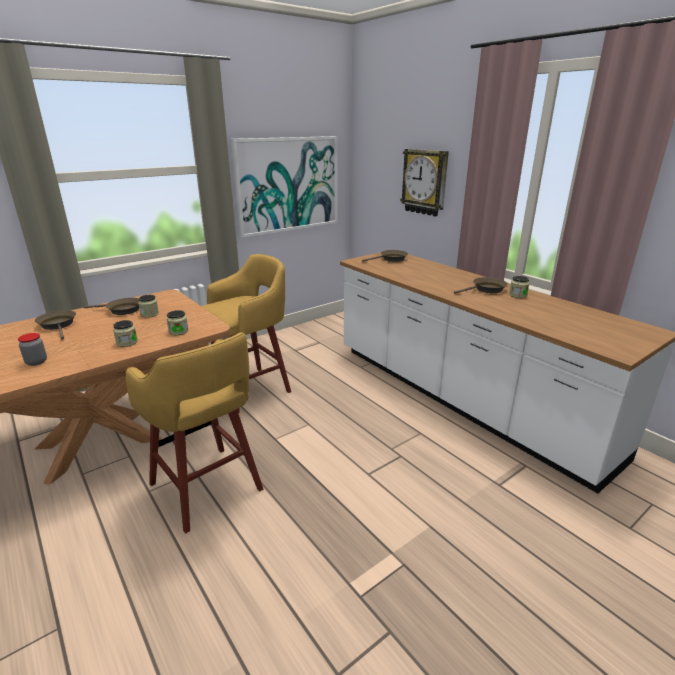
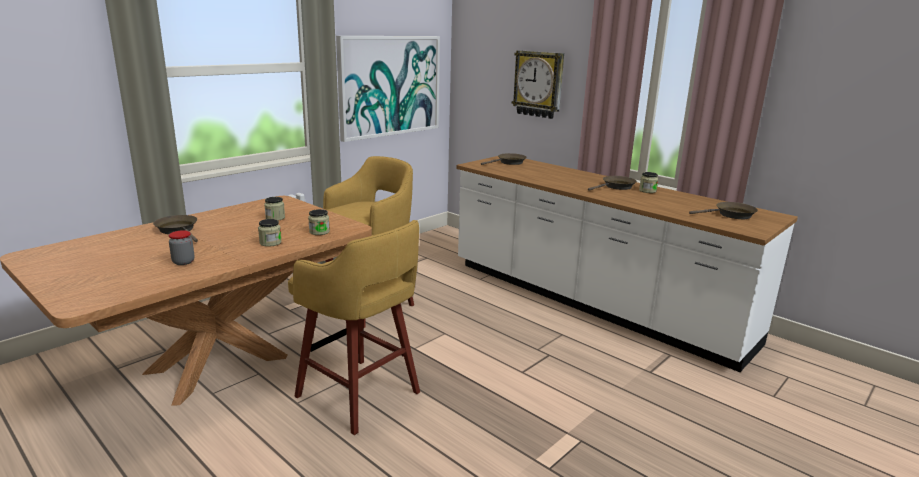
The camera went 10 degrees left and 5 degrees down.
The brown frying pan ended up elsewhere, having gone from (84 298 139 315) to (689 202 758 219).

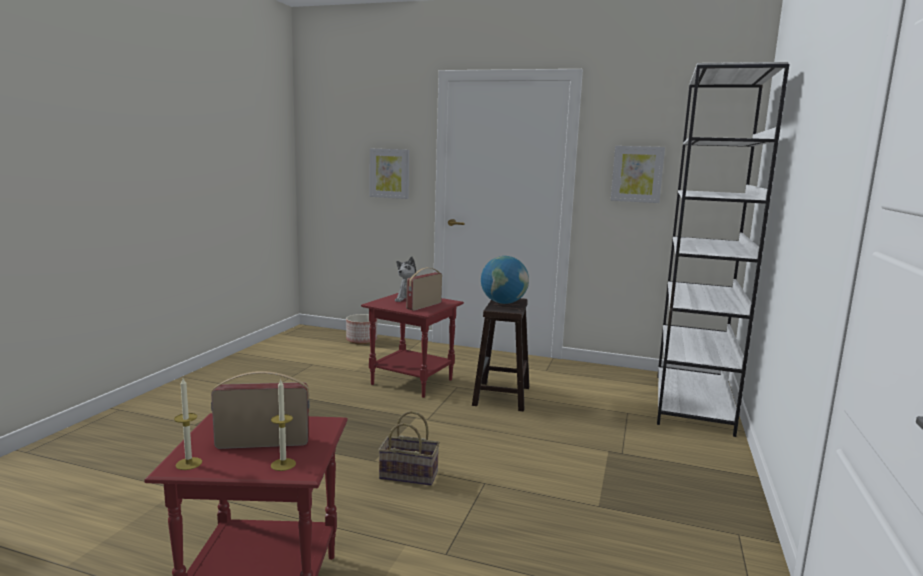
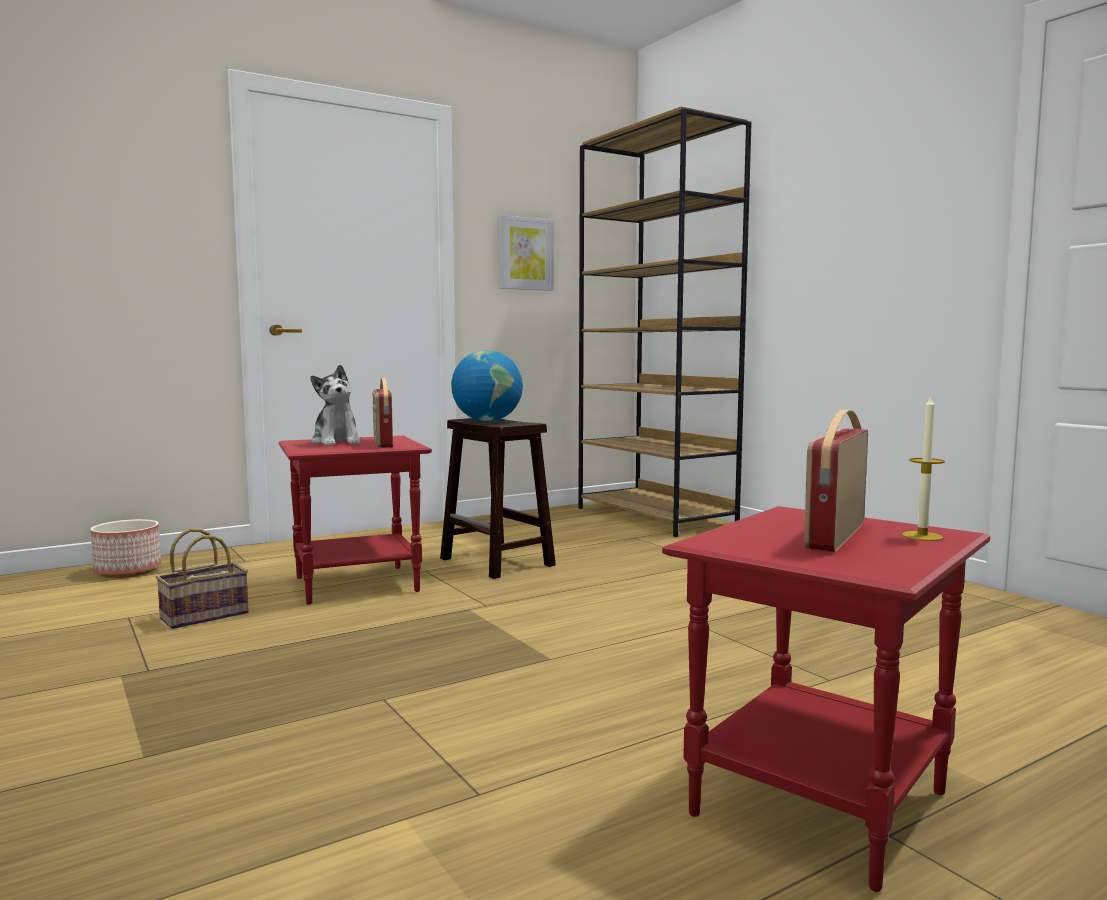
The camera went 50 degrees left and 5 degrees down.
What was the white bookcase at (657 62 789 437) turned into the brown bookcase at (578 106 752 537).
The second view lost the picture at (370 149 409 199).
The second view lost the candle at (174 378 202 470).
The basket ended up elsewhere, having gone from (378 411 440 486) to (156 528 249 629).

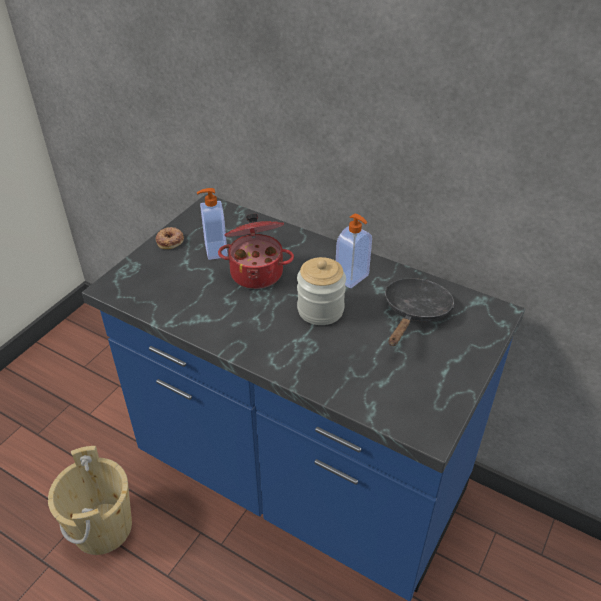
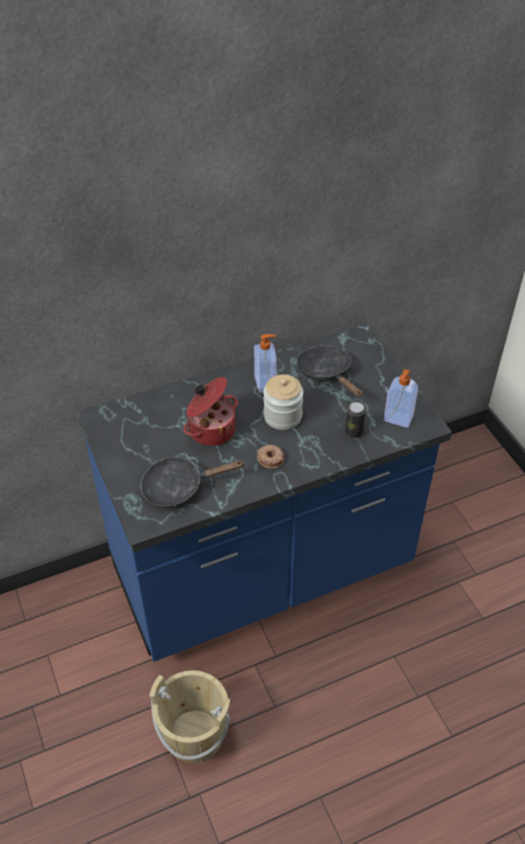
The camera went 55 degrees left and 5 degrees up.
The soap dispenser ended up elsewhere, having gone from (197 188 228 260) to (384 369 418 428).
The donut ended up elsewhere, having gone from (156 227 184 249) to (257 445 284 469).
The second view gained the can at (345 402 366 438).
The second view gained the black frying pan at (141 457 246 508).

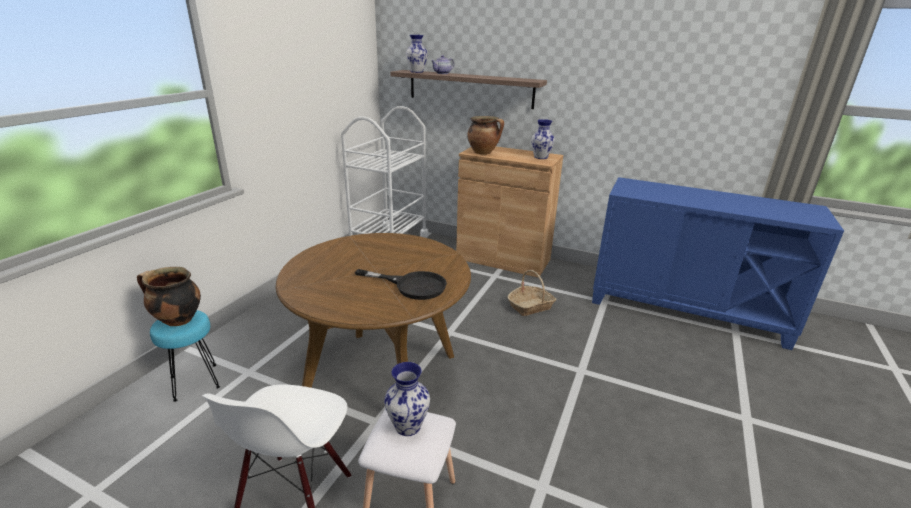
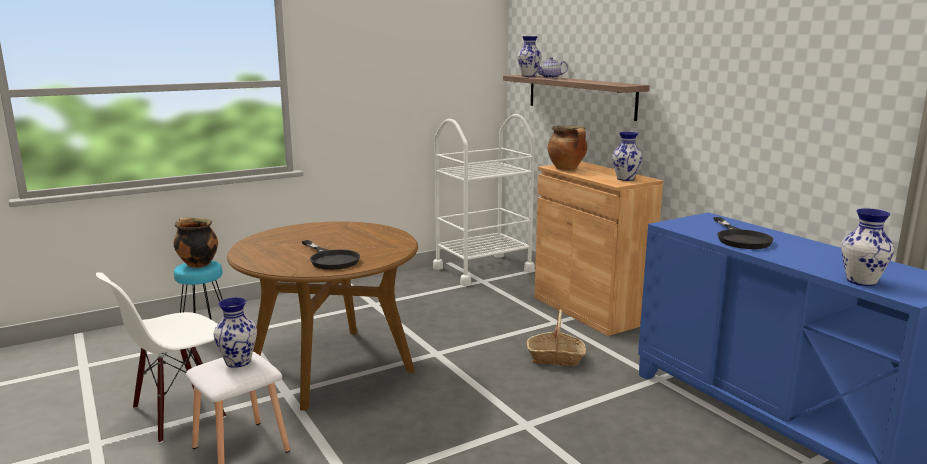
The camera went 35 degrees right and 10 degrees down.
The second view gained the vase at (841 208 894 286).
The second view gained the black frying pan at (714 217 773 249).

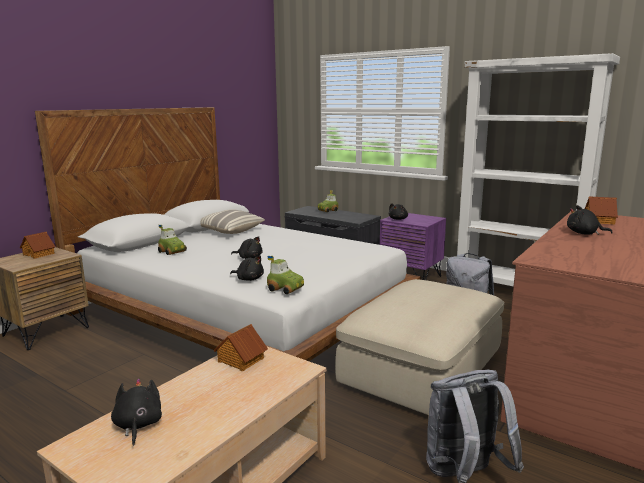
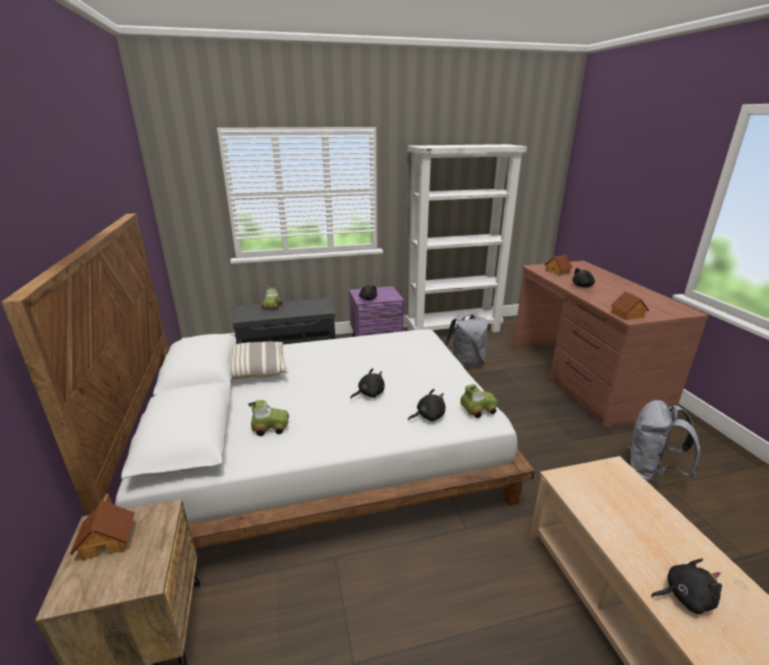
The camera went 50 degrees left and 10 degrees up.
The second view lost the beige ottoman at (335 279 504 415).
The toy house ended up elsewhere, having gone from (213 324 268 371) to (610 291 649 320).
The black plush toy at (111 378 162 446) ended up facing another way, 150 degrees clockwise from before.

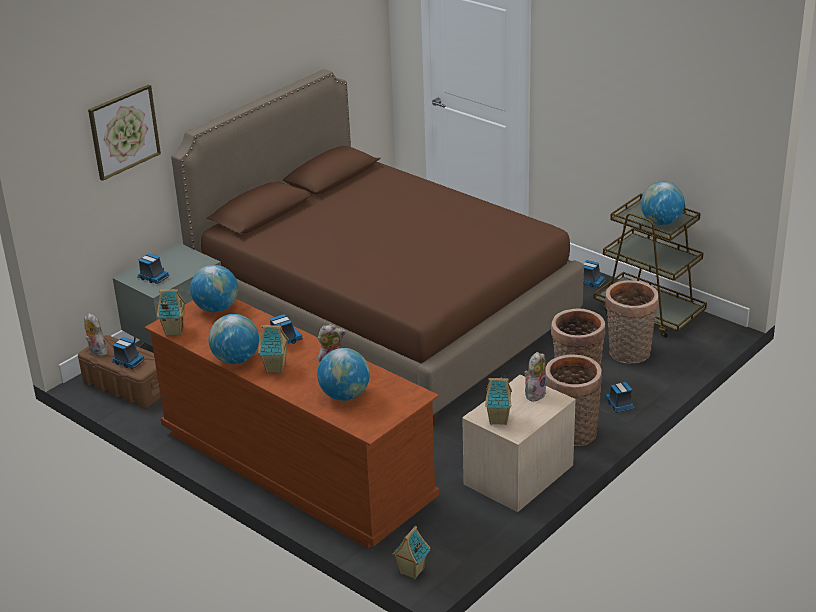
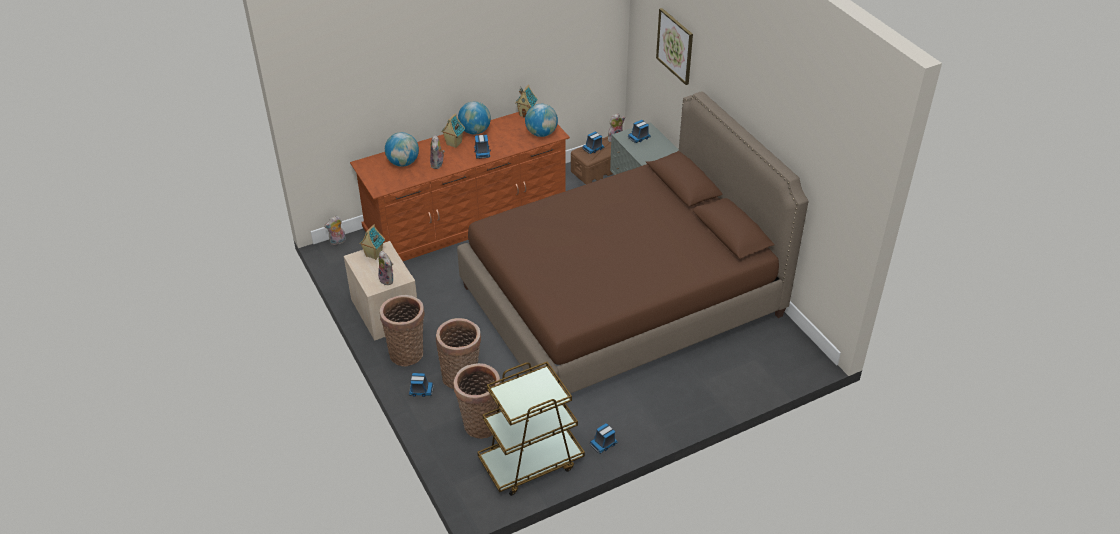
The camera went 110 degrees right and 10 degrees up.
The second view lost the globe at (641 182 685 225).
Where the toy house stood at (392 526 430 580), the plush toy came to stand at (324 216 346 245).

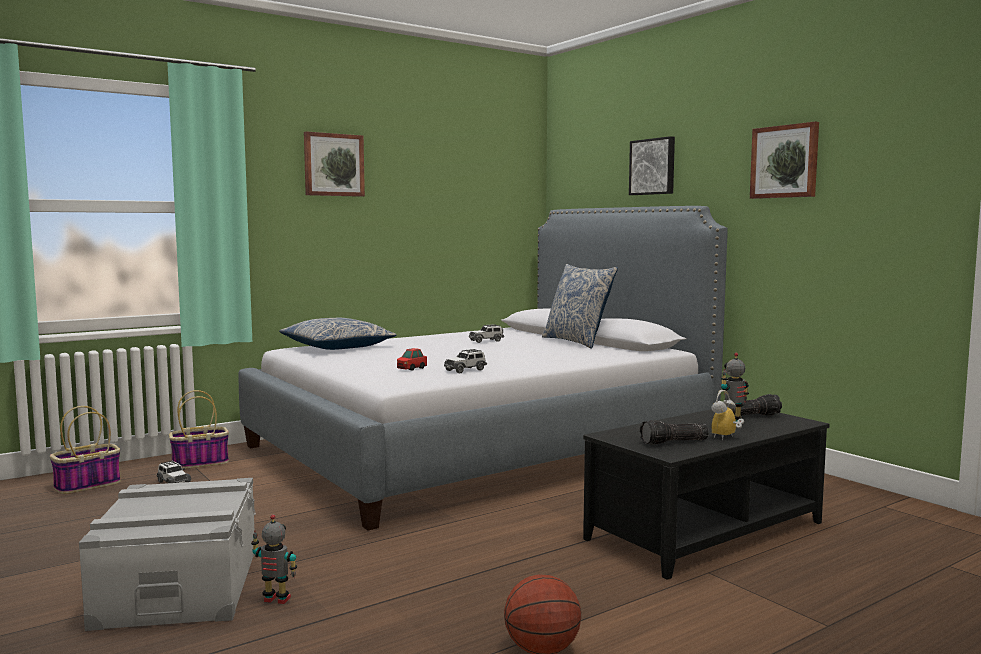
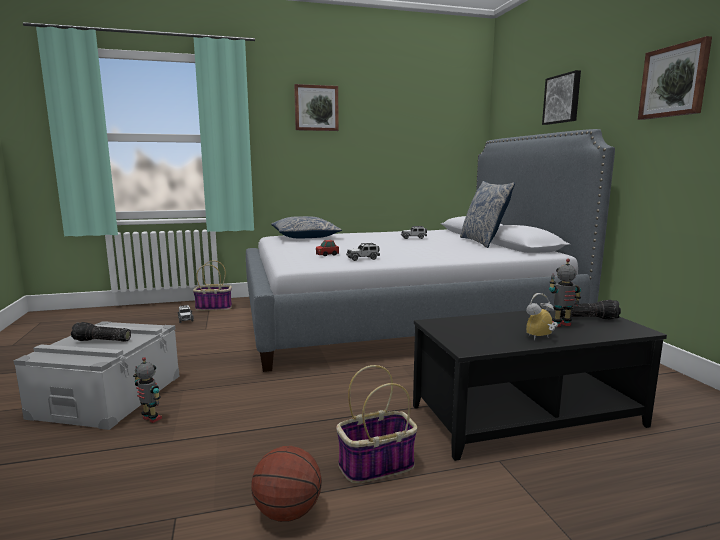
The camera went 20 degrees right and 5 degrees up.
The basket ended up elsewhere, having gone from (50 406 121 494) to (336 365 417 484).
The flashlight ended up elsewhere, having gone from (640 420 709 445) to (71 322 131 342).

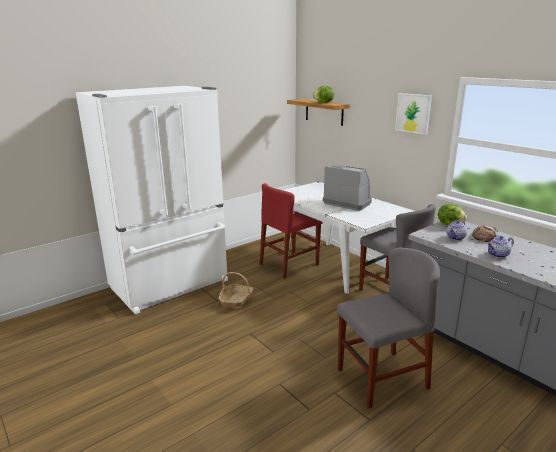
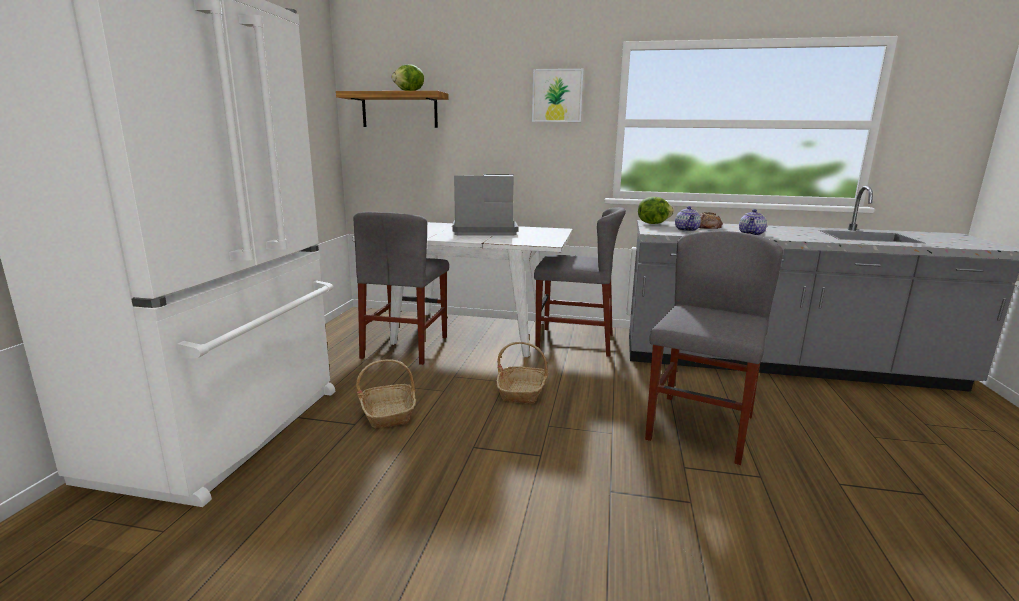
The camera went 40 degrees left and 5 degrees down.
What was the red chair at (260 183 323 279) turned into the grey chair at (354 212 449 365).
The second view gained the basket at (497 342 549 404).

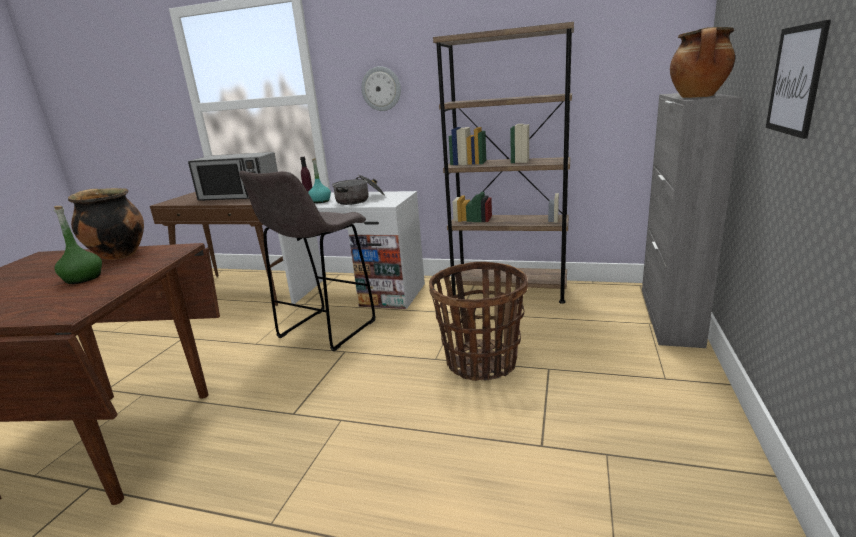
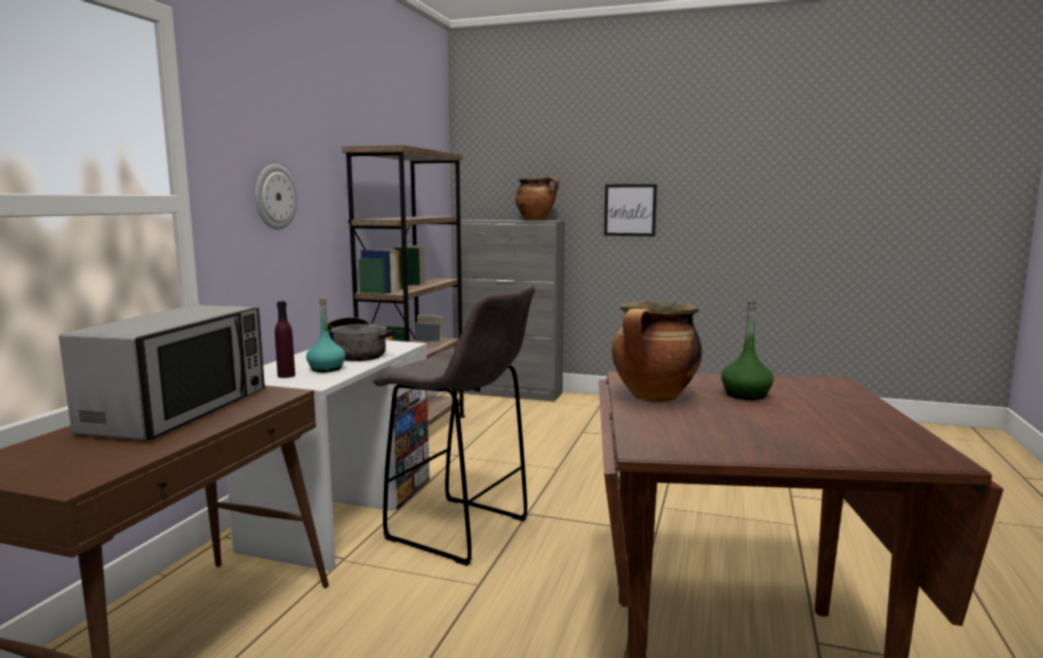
The camera went 90 degrees left and 10 degrees down.
The second view lost the basket at (429 262 528 381).

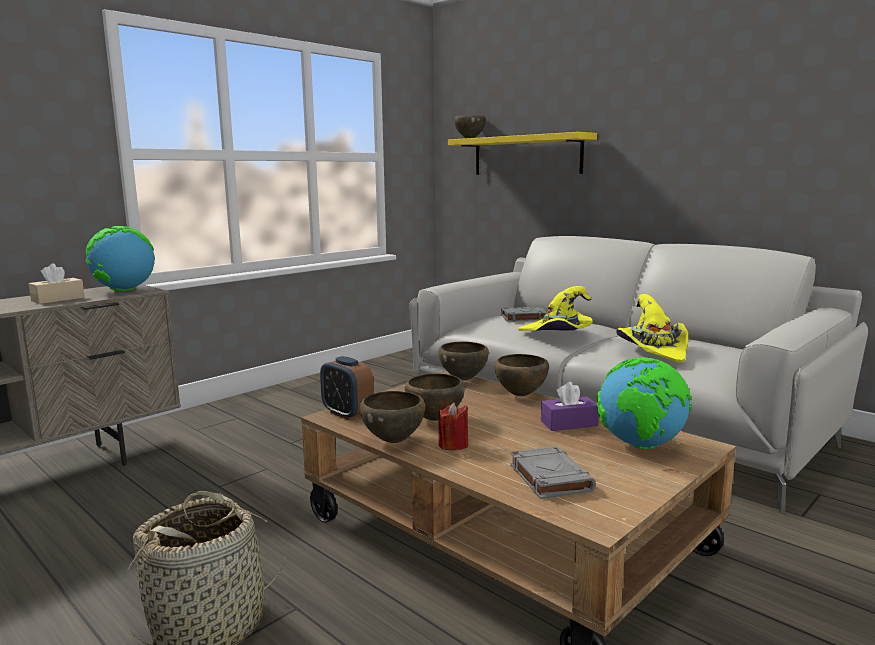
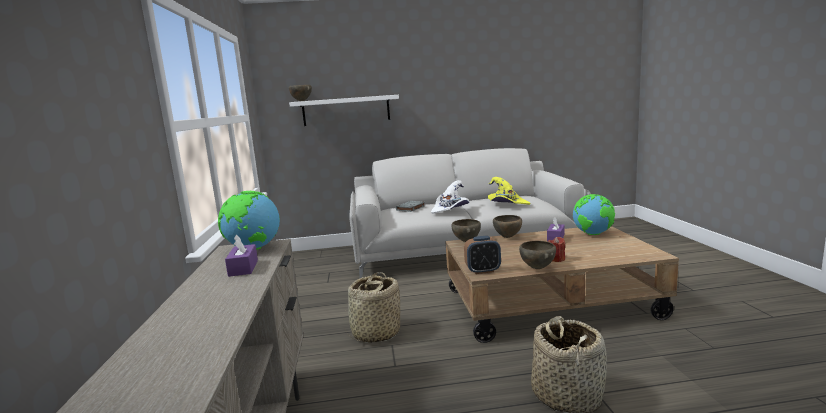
The camera went 50 degrees left and 0 degrees up.
What was the yellow shelf at (448 132 597 175) turned into the white shelf at (289 95 399 126).
What was the beige tissue box at (29 263 85 304) turned into the purple tissue box at (225 235 258 277).
What was the yellow hat at (518 286 593 331) turned into the white hat at (431 180 469 214).
The second view lost the brown bowl at (405 373 465 421).
The second view lost the grey book at (510 446 596 499).
The second view gained the basket at (344 272 400 343).

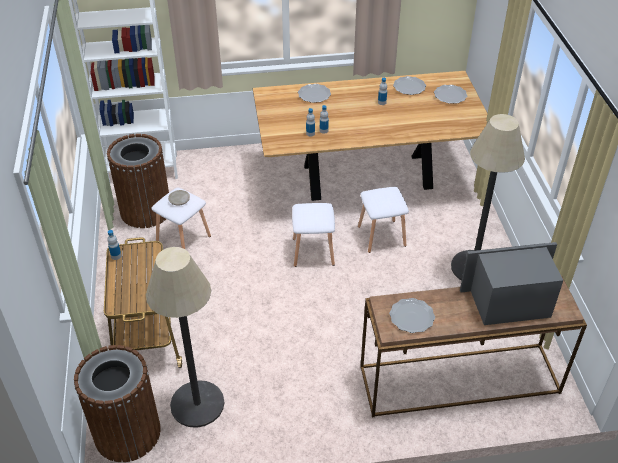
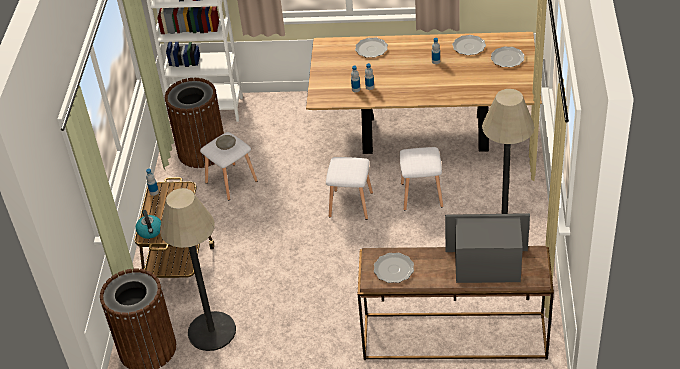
The camera went 15 degrees right and 0 degrees up.
The second view gained the kettle at (135 210 161 239).

